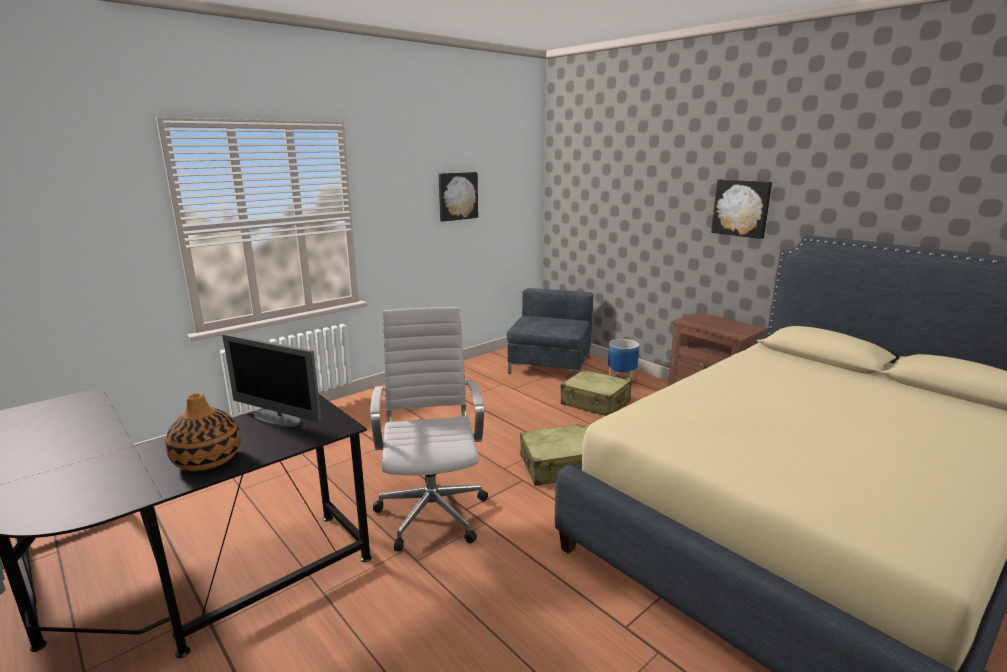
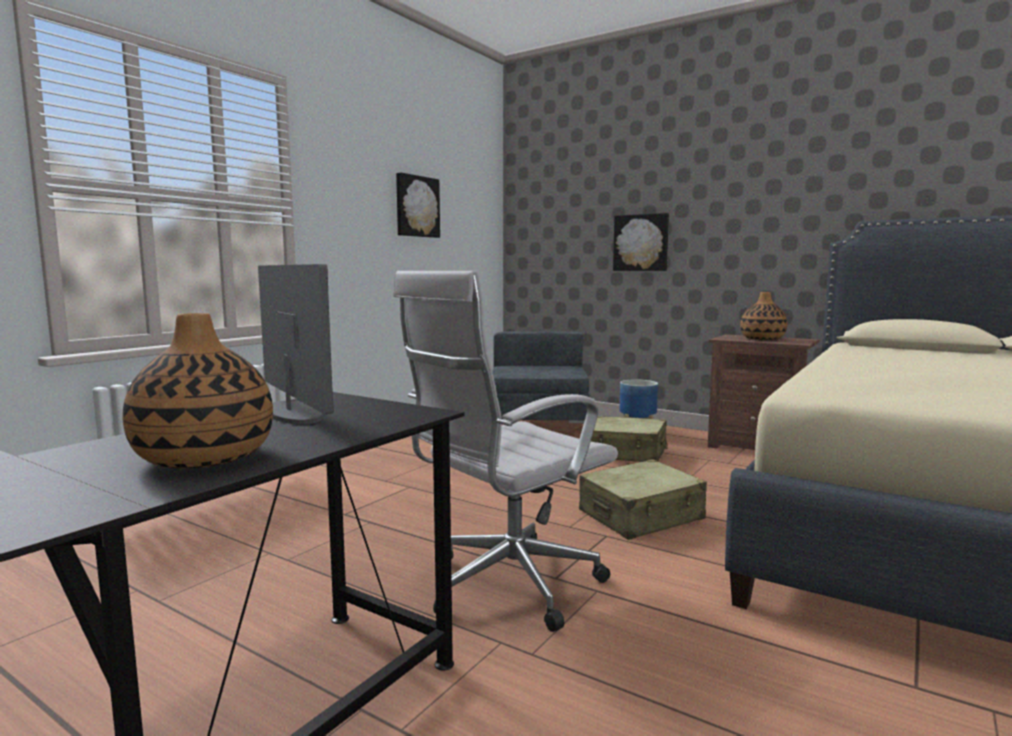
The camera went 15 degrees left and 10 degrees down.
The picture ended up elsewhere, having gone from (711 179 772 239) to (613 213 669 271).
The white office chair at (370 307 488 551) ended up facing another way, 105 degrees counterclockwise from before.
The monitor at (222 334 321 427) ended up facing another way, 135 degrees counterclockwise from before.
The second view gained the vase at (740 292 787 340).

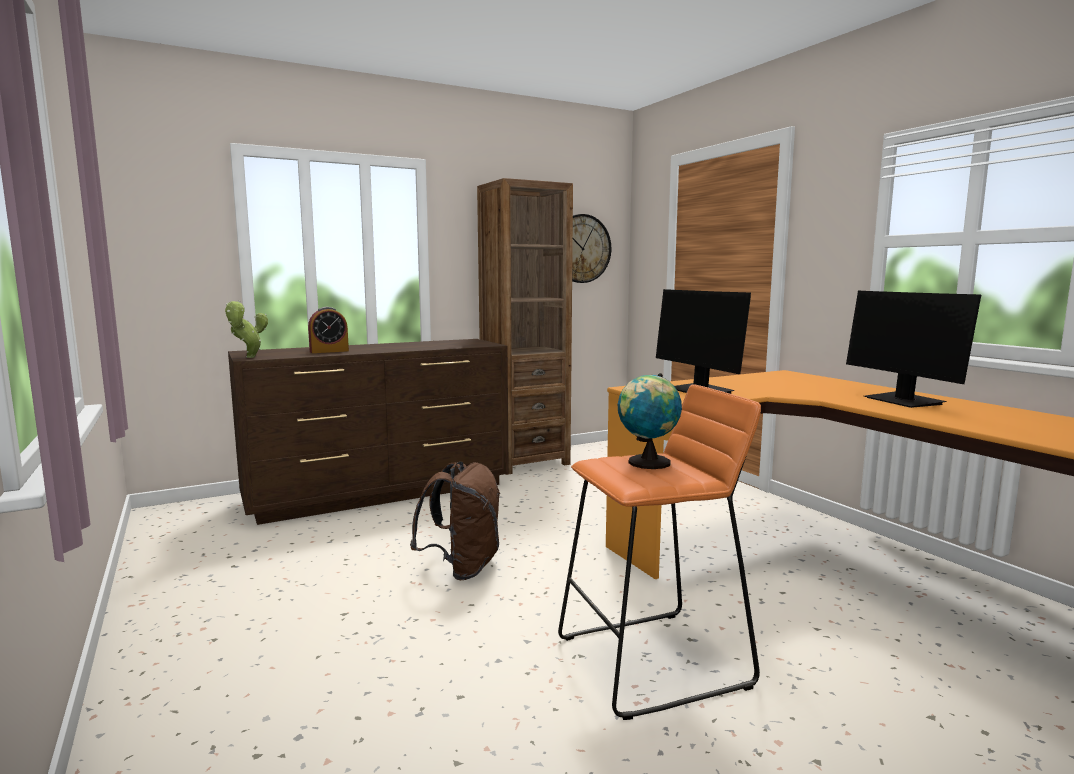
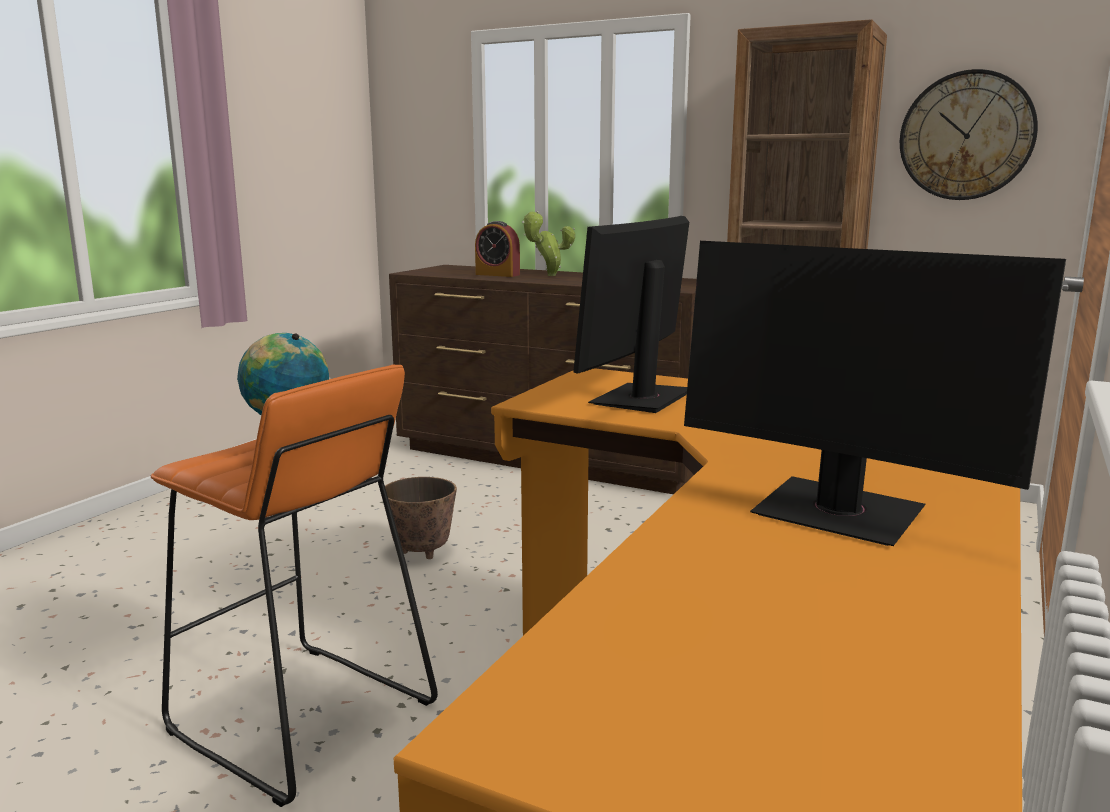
The camera went 55 degrees right and 5 degrees up.
The monitor at (846 291 981 408) ended up facing another way, 90 degrees counterclockwise from before.
The potted plant ended up elsewhere, having gone from (225 301 268 358) to (522 211 575 276).
Where the brown backpack stood at (410 462 500 580), the planter came to stand at (385 477 457 559).

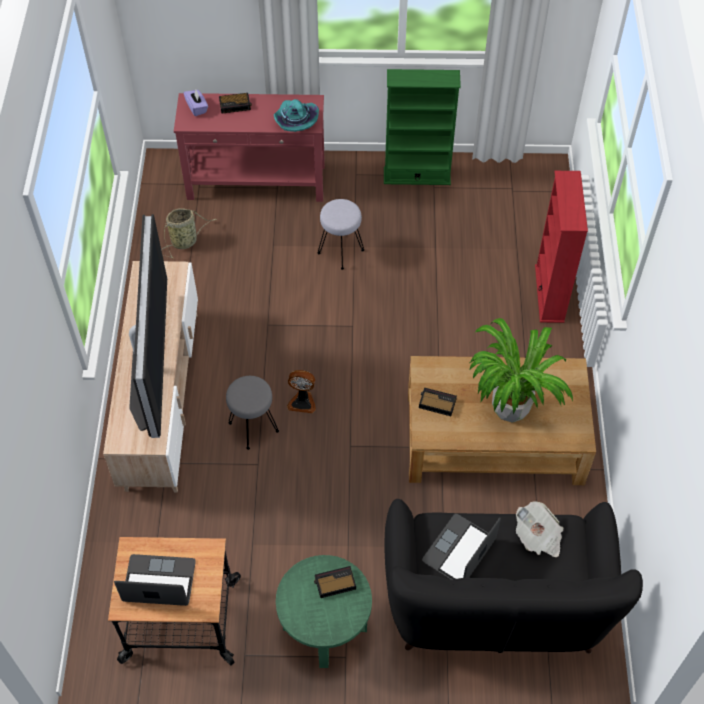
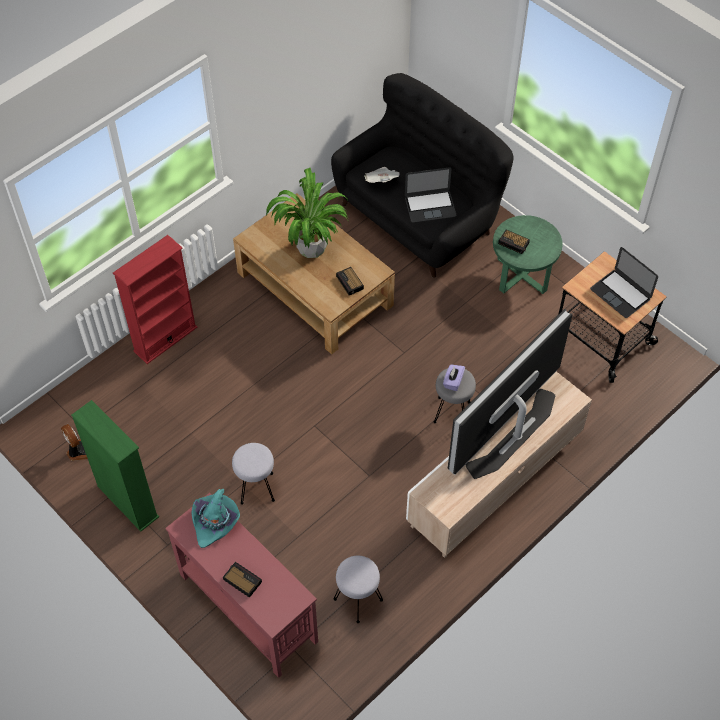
The camera went 135 degrees left and 0 degrees up.
The purple tissue box ended up elsewhere, having gone from (184 90 208 116) to (443 364 465 391).
Where the basket stood at (161 208 217 258), the grey stool came to stand at (334 556 383 623).
The fan ended up elsewhere, having gone from (287 370 316 413) to (61 424 88 461).

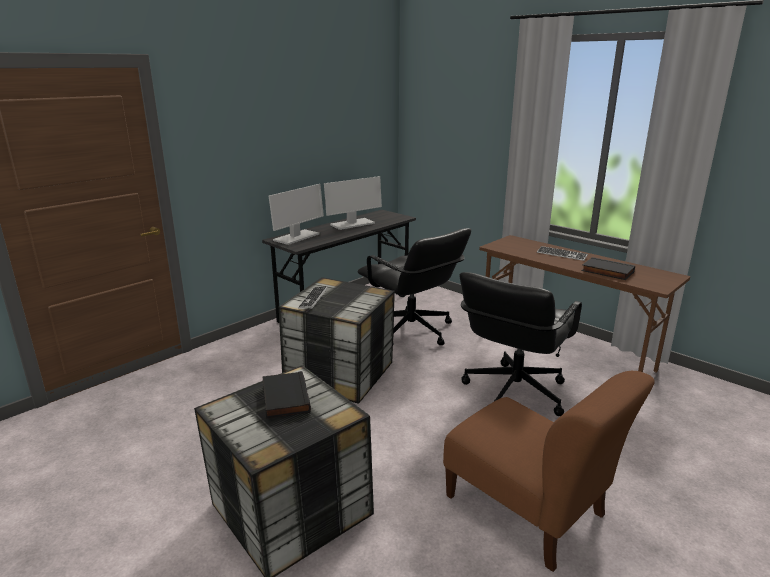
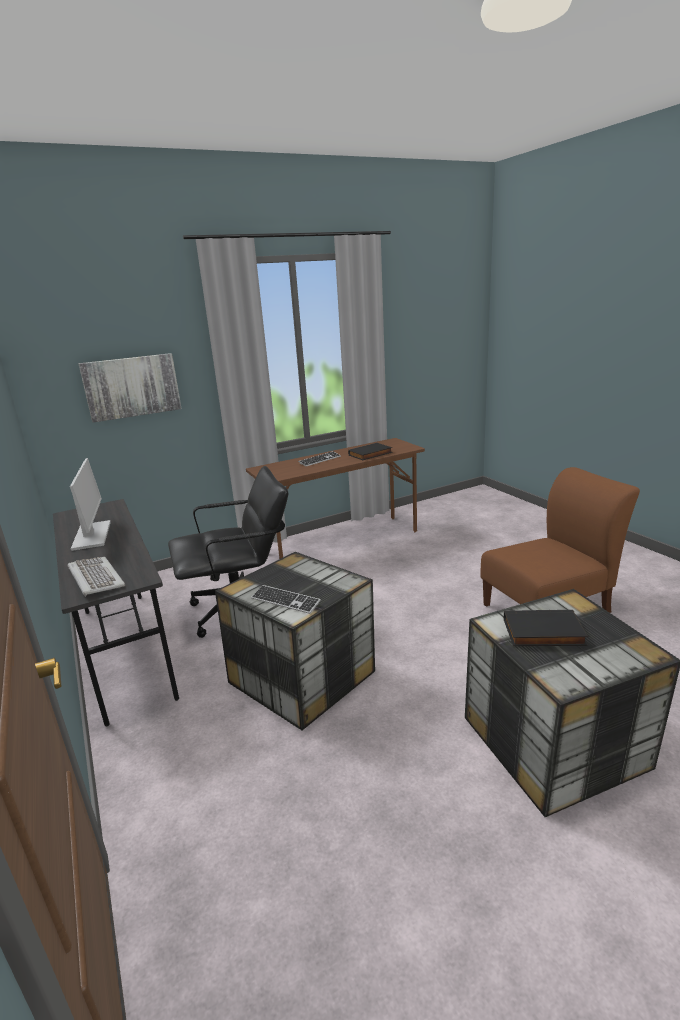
The camera went 70 degrees left and 0 degrees up.
Where the monitor stood at (269 184 324 245), the keyboard came to stand at (68 557 125 597).
The second view lost the black office chair at (460 272 582 416).
The second view gained the picture at (79 353 182 423).

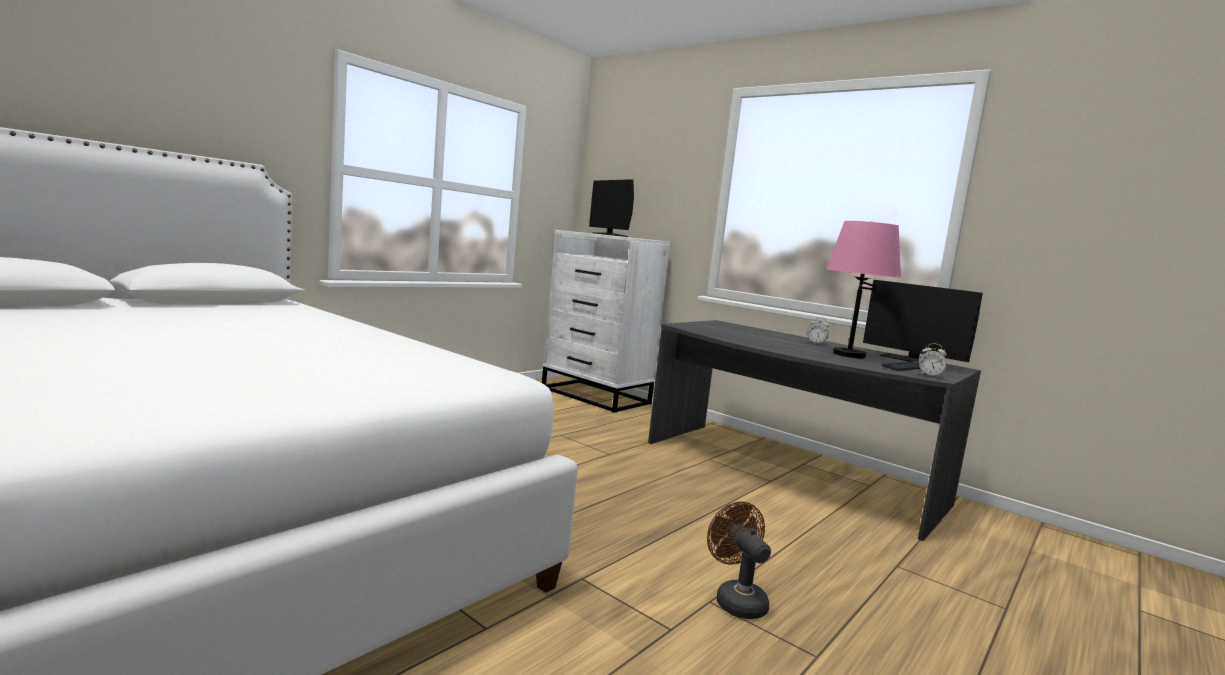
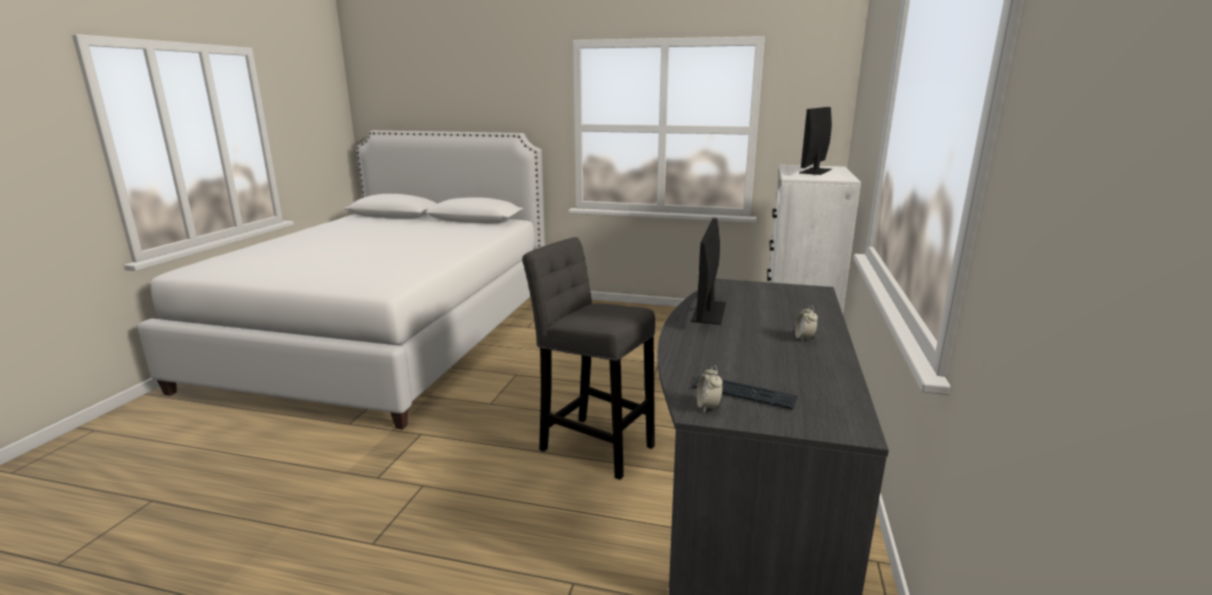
The camera went 65 degrees right and 10 degrees up.
The second view lost the pink table lamp at (826 221 901 358).
The monitor ended up elsewhere, having gone from (863 280 983 365) to (691 218 726 325).
The second view lost the brown fan at (707 502 771 619).
The second view gained the grey stool at (522 237 655 480).

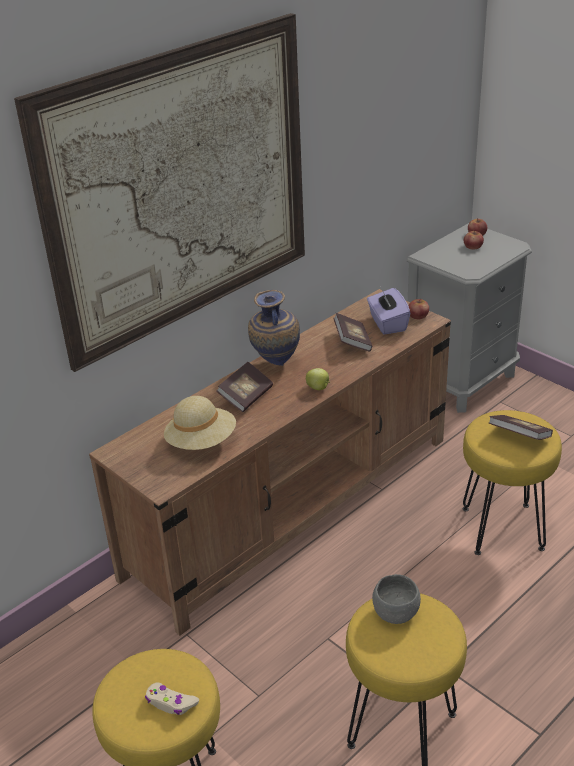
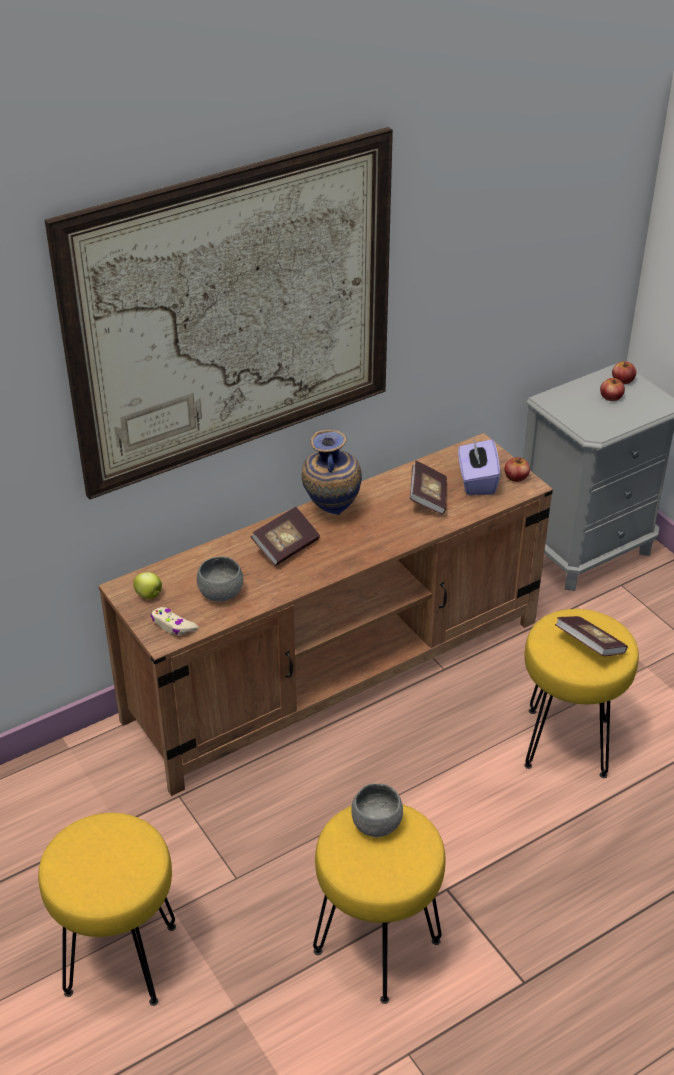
The camera went 10 degrees right and 5 degrees up.
The apple ended up elsewhere, having gone from (306 368 330 390) to (133 572 162 599).
Where the beige hat stood at (164 396 236 450), the grey bowl came to stand at (197 556 243 602).
The beige game controller ended up elsewhere, having gone from (145 682 199 715) to (151 607 198 635).

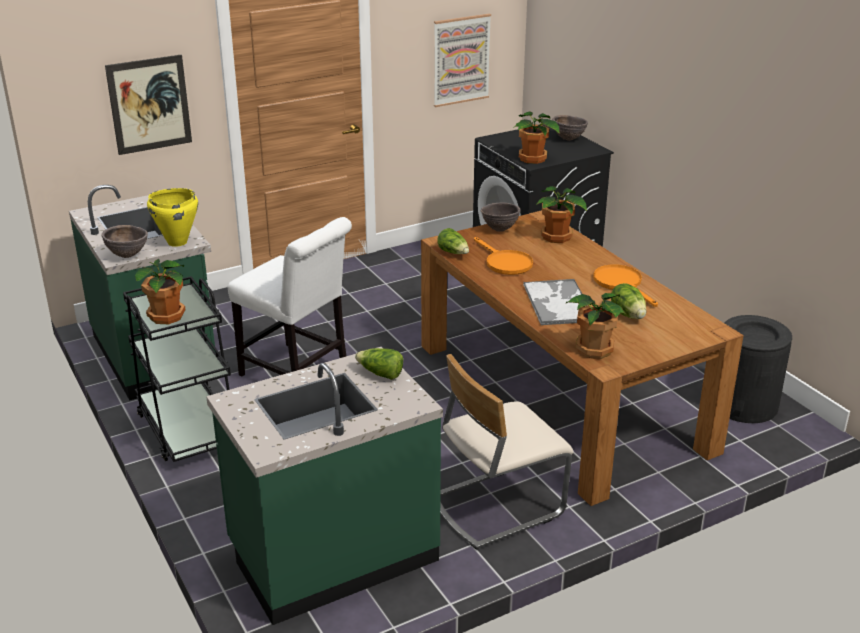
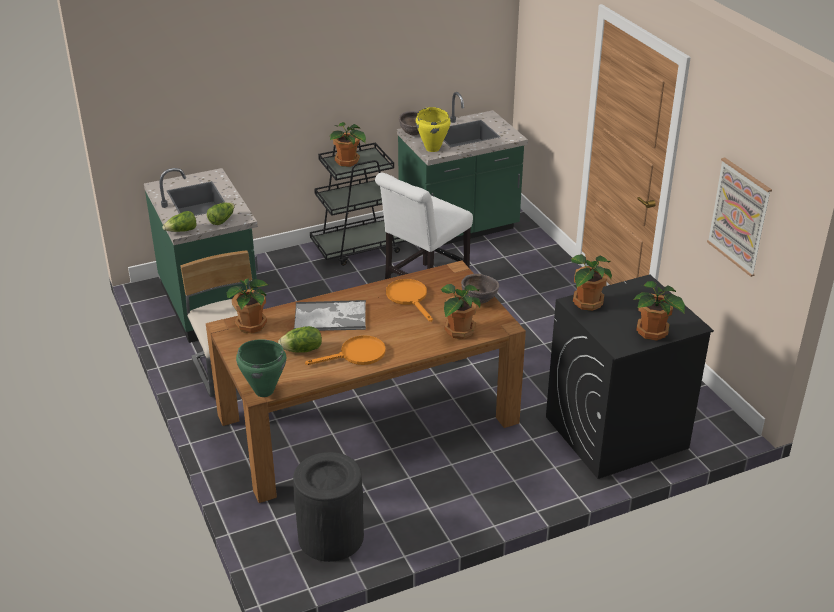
The camera went 95 degrees right and 5 degrees up.
The second view lost the picture at (105 55 192 155).
Where the brown bowl stood at (553 115 588 141), the potted plant came to stand at (633 281 685 341).
The lettuce ended up elsewhere, having gone from (437 228 469 254) to (162 211 196 232).
The orange frying pan at (474 237 533 275) ended up facing another way, 90 degrees clockwise from before.
The second view gained the green cooking pot at (236 339 286 397).

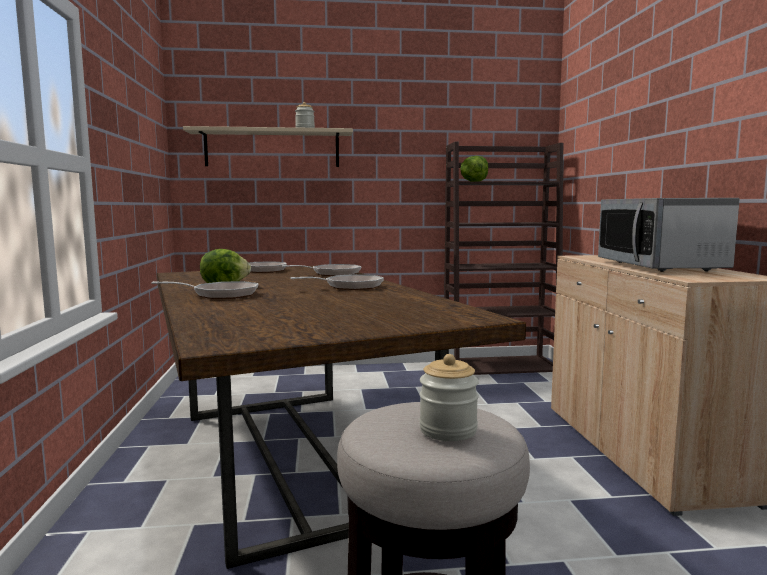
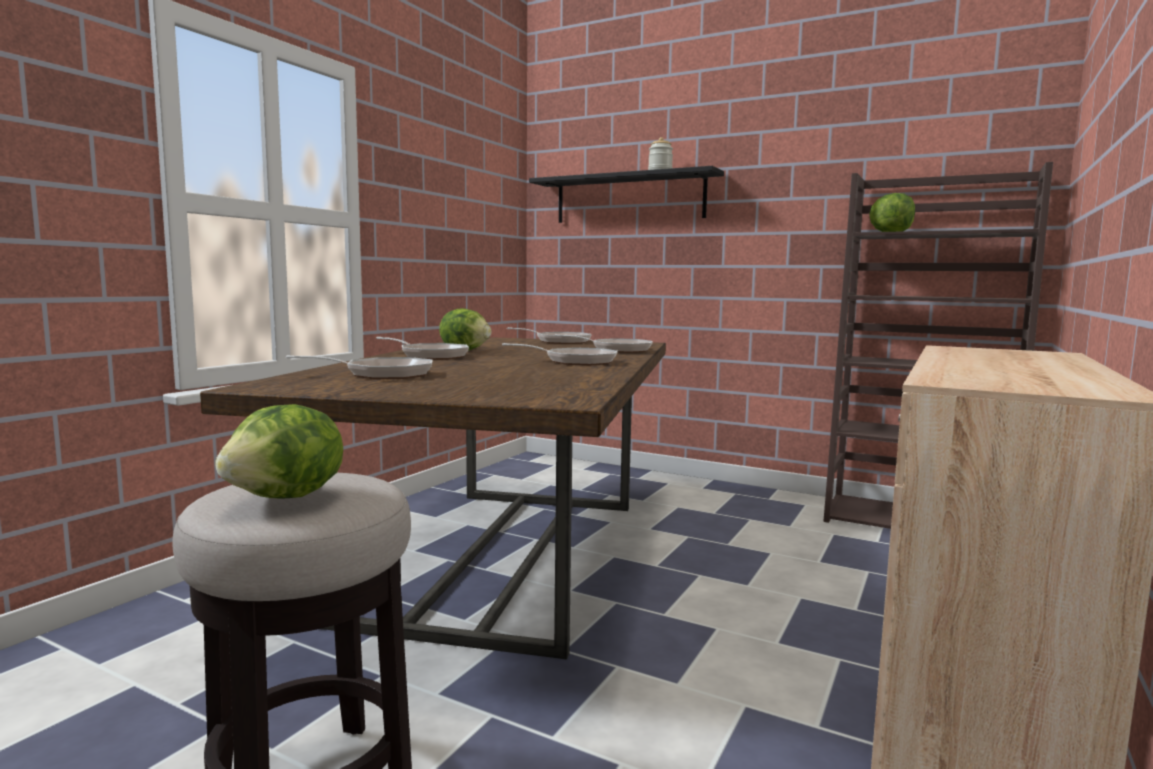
The camera went 35 degrees right and 0 degrees up.
What was the beige shelf at (183 126 353 167) turned into the black shelf at (529 166 724 223).
The second view lost the microwave at (598 198 740 272).
Where the jar stood at (419 354 479 441), the lettuce came to stand at (215 404 343 499).
The second view gained the frying pan at (286 355 432 379).

